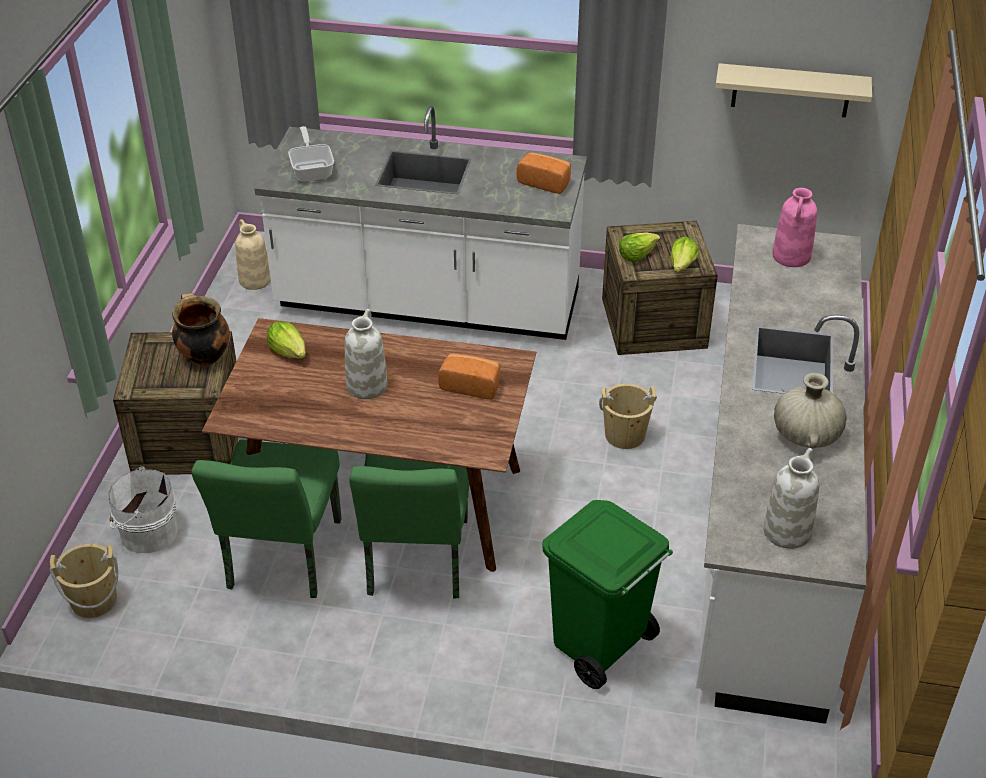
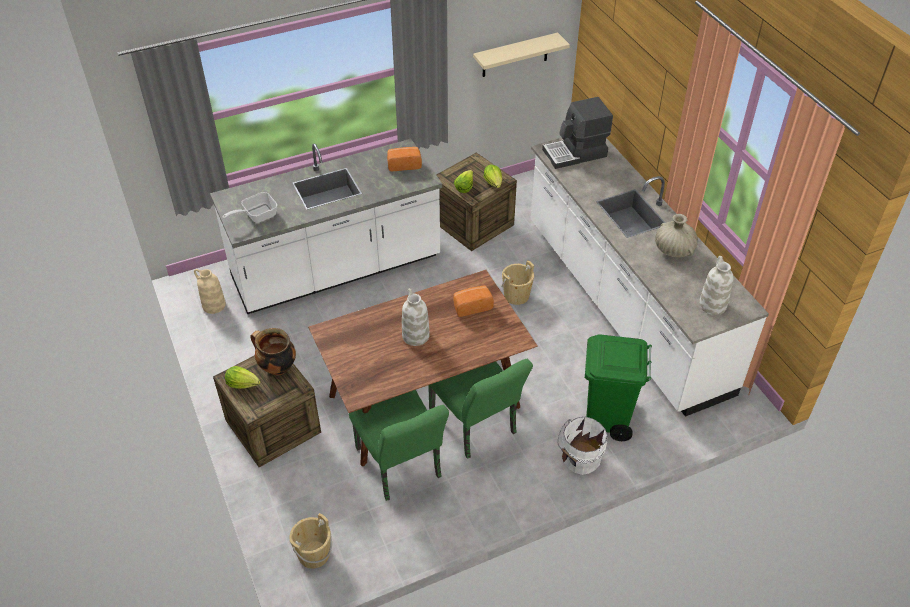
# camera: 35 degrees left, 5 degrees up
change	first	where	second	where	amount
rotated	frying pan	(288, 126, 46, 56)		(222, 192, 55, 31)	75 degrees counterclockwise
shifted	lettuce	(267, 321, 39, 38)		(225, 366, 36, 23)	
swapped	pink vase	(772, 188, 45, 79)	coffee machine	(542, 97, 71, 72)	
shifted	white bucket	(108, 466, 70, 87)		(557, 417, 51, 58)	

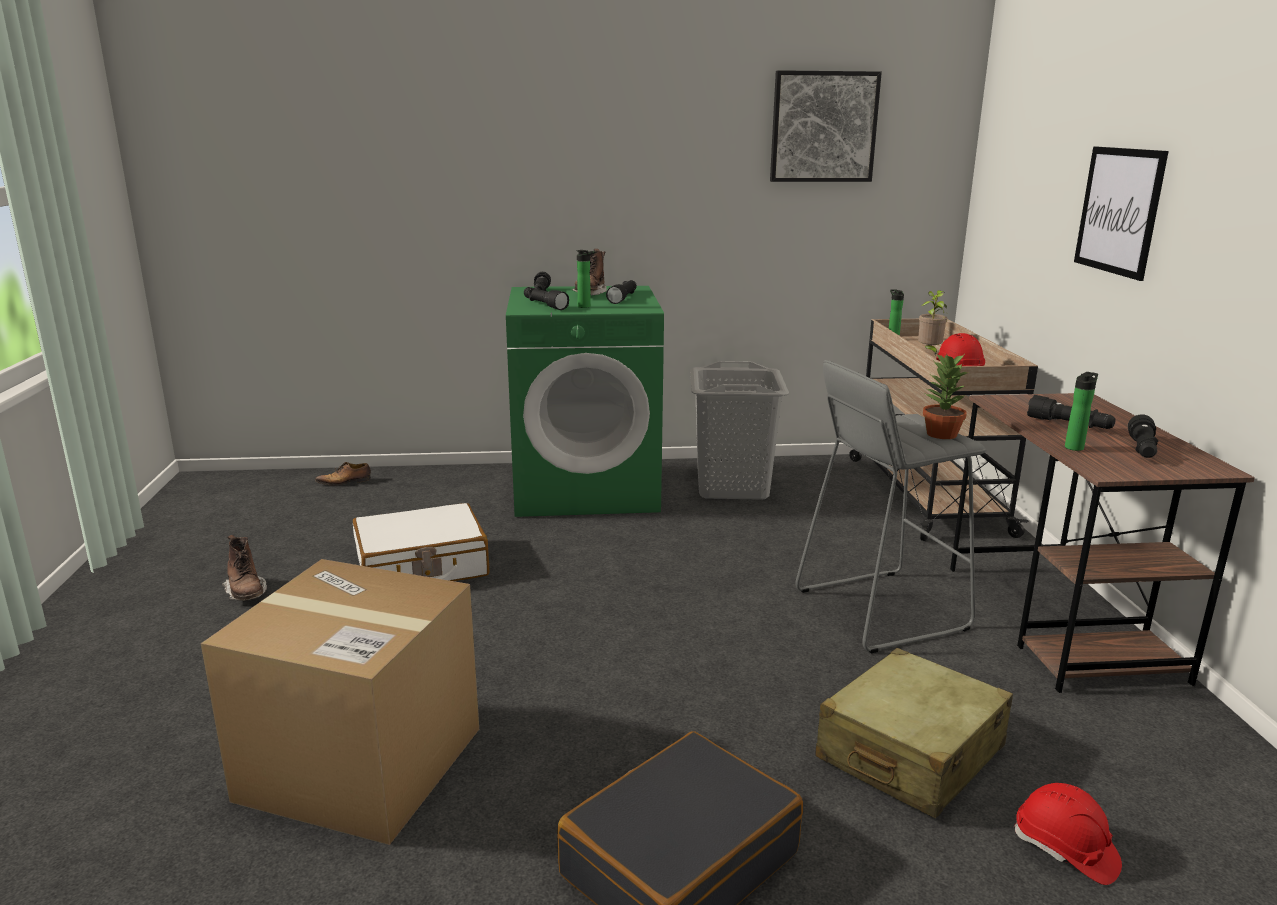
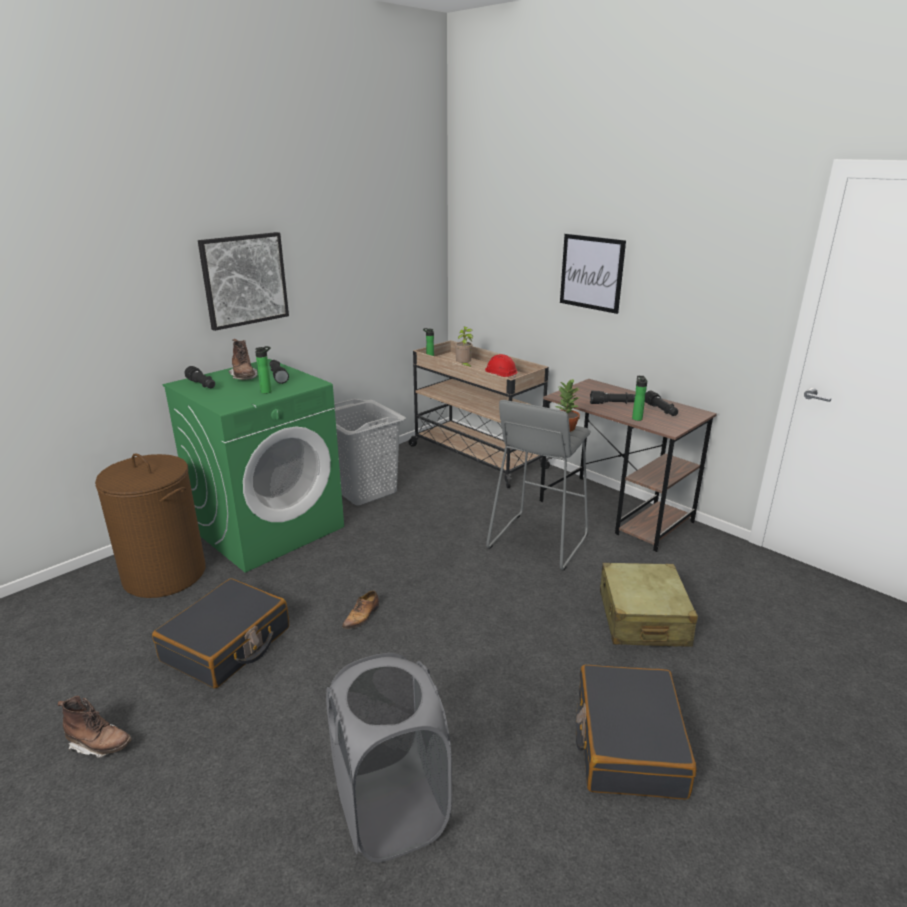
# camera: 40 degrees left, 5 degrees up
change	first	where	second	where	amount
new			brown laundry basket	(95, 453, 111, 145)	
repainted	white suitcase	(353, 503, 136, 78)	black suitcase	(152, 578, 137, 110)	
shifted	picture	(770, 70, 112, 112)		(198, 232, 91, 99)	
swapped	cardboard box	(201, 559, 278, 286)	grey laundry basket	(326, 653, 126, 210)	
shifted	shoe	(315, 462, 56, 24)		(342, 590, 37, 39)	
gone	black flashlight	(524, 287, 45, 23)			
gone	red hard hat	(1014, 783, 108, 102)			

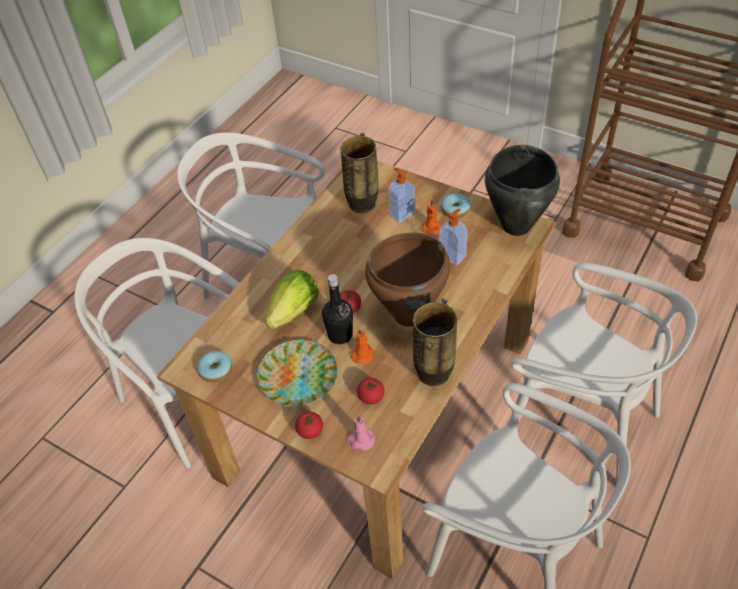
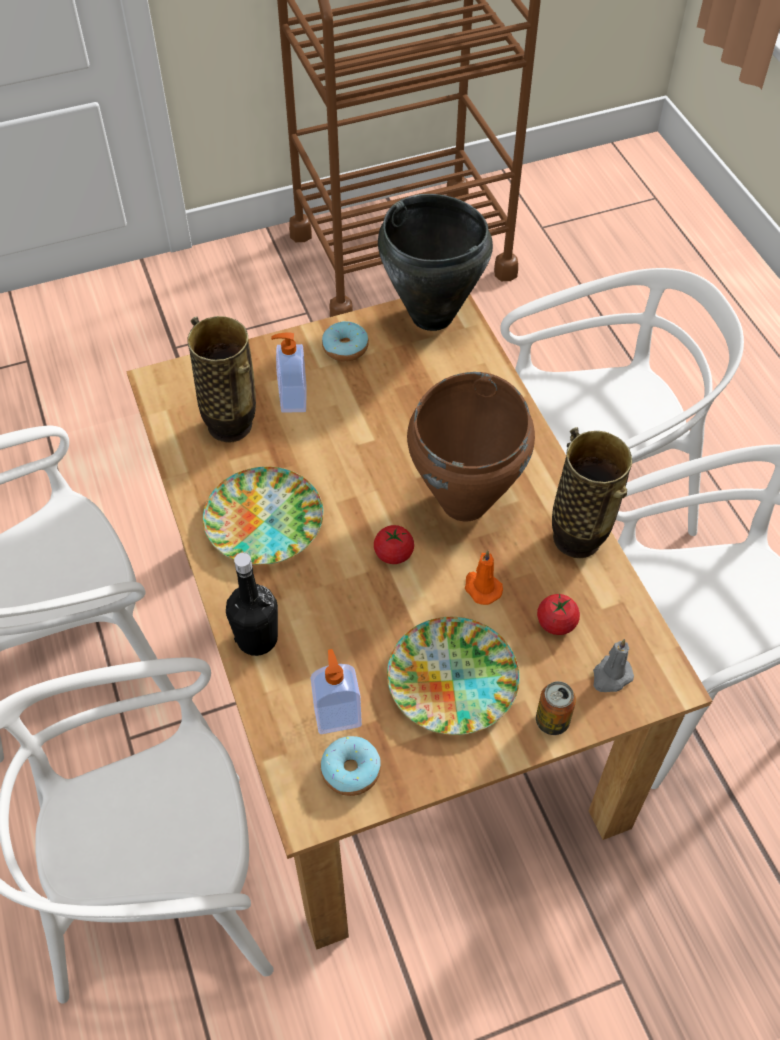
# camera: 55 degrees left, 5 degrees up
change	first	where	second	where	amount
new			plate	(203, 467, 121, 98)	
shifted	black bottle	(322, 274, 31, 70)		(226, 553, 52, 103)	
shifted	soap dispenser	(439, 209, 29, 56)		(311, 649, 51, 85)	
swapped	tomato	(295, 412, 28, 27)	can	(536, 681, 40, 54)	
repainted	pink candle	(346, 415, 29, 36)	grey candle	(593, 639, 41, 53)	
gone	lettuce	(265, 270, 54, 60)			
gone	orange candle	(422, 200, 19, 35)			

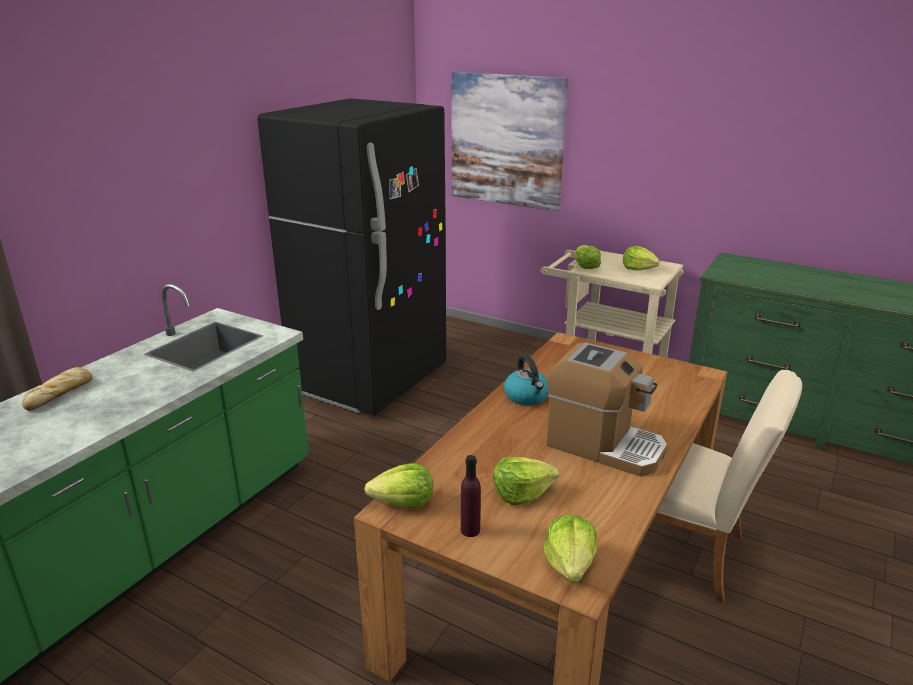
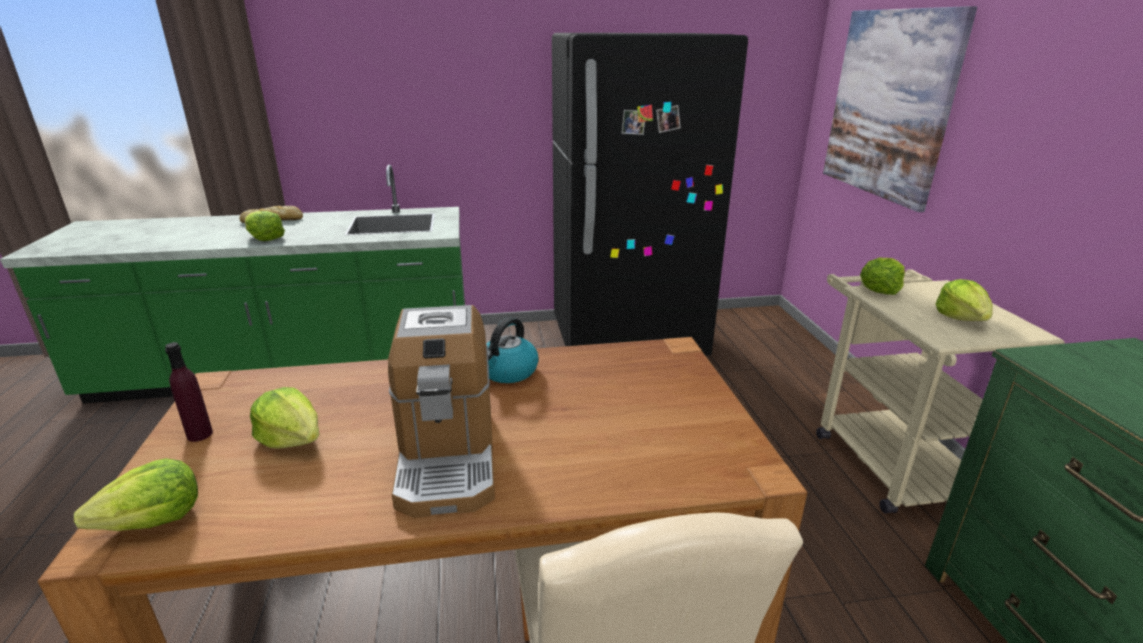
# camera: 50 degrees right, 0 degrees up
change	first	where	second	where	amount
shifted	lettuce	(364, 463, 69, 45)		(244, 211, 41, 30)	

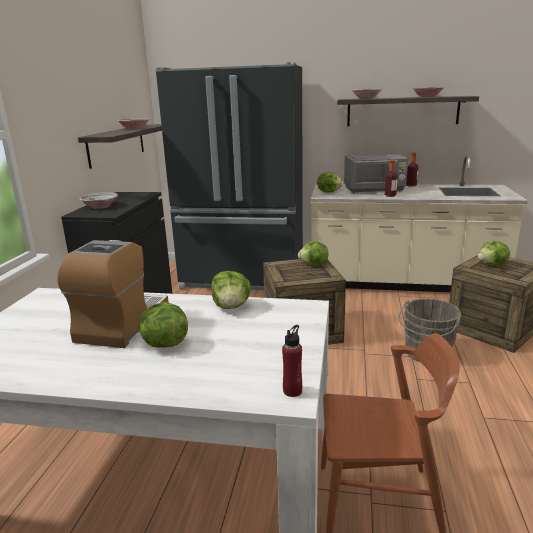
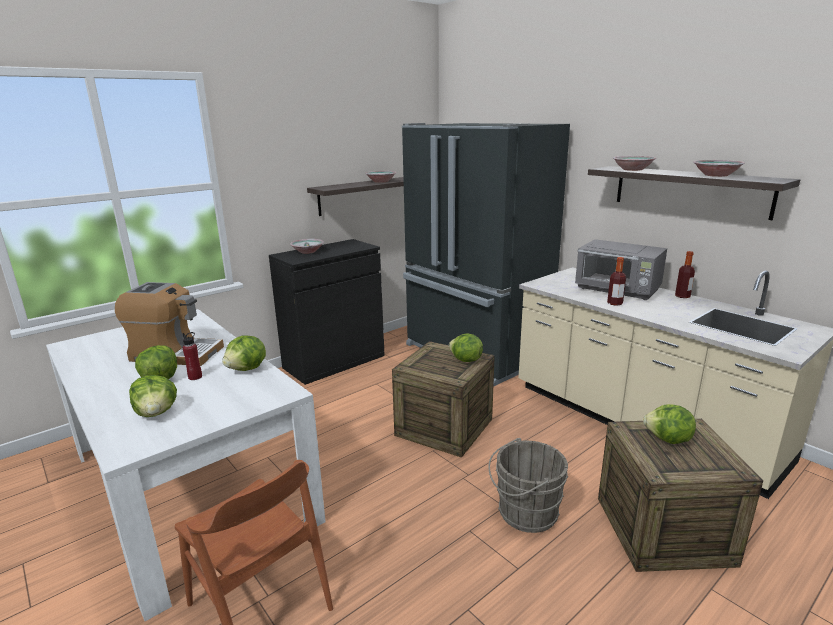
# camera: 40 degrees right, 0 degrees up
change	first	where	second	where	amount
rotated	coffee machine	(58, 240, 111, 108)		(115, 282, 109, 84)	45 degrees clockwise
shifted	lettuce	(317, 172, 26, 21)		(129, 375, 48, 42)	
shifted	red bottle	(282, 325, 20, 72)		(183, 332, 19, 48)	

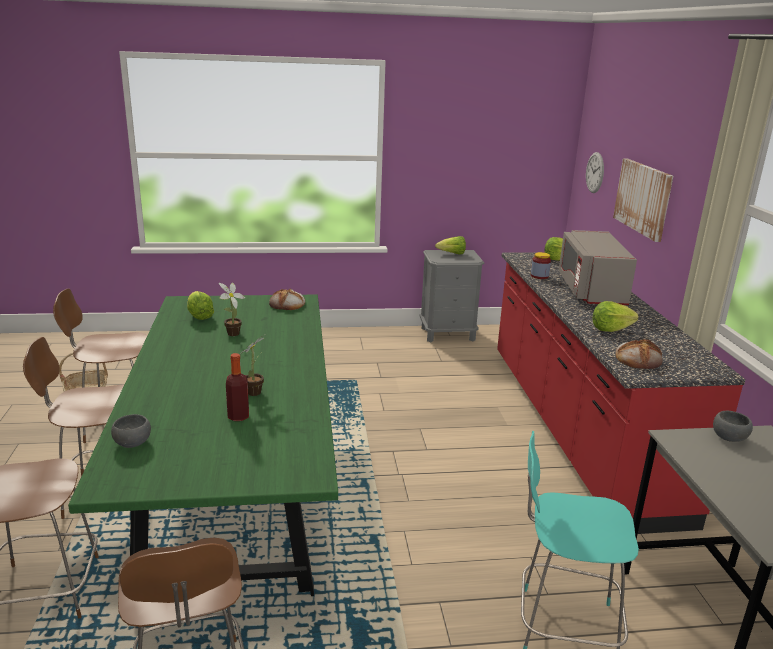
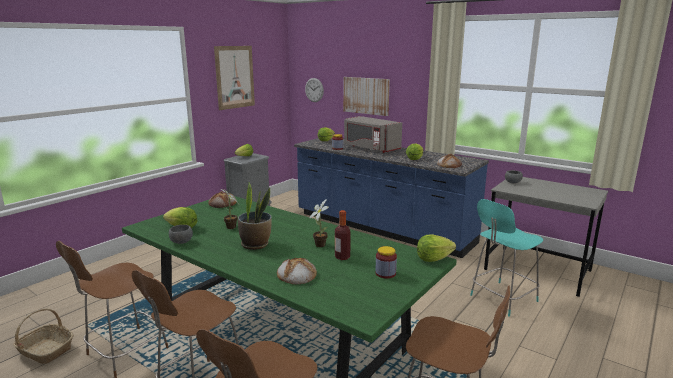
# camera: 45 degrees left, 5 degrees down
change	first	where	second	where	amount
shifted	grey bowl	(111, 414, 40, 34)		(169, 225, 24, 19)	
new			picture	(214, 46, 41, 64)	
new			potted plant	(238, 182, 34, 68)	
new			bread	(277, 257, 40, 27)	
repainted	red counter	(497, 252, 249, 282)	blue counter	(294, 138, 195, 120)	
new			jar	(375, 246, 22, 33)	
new			lettuce	(417, 234, 39, 28)	

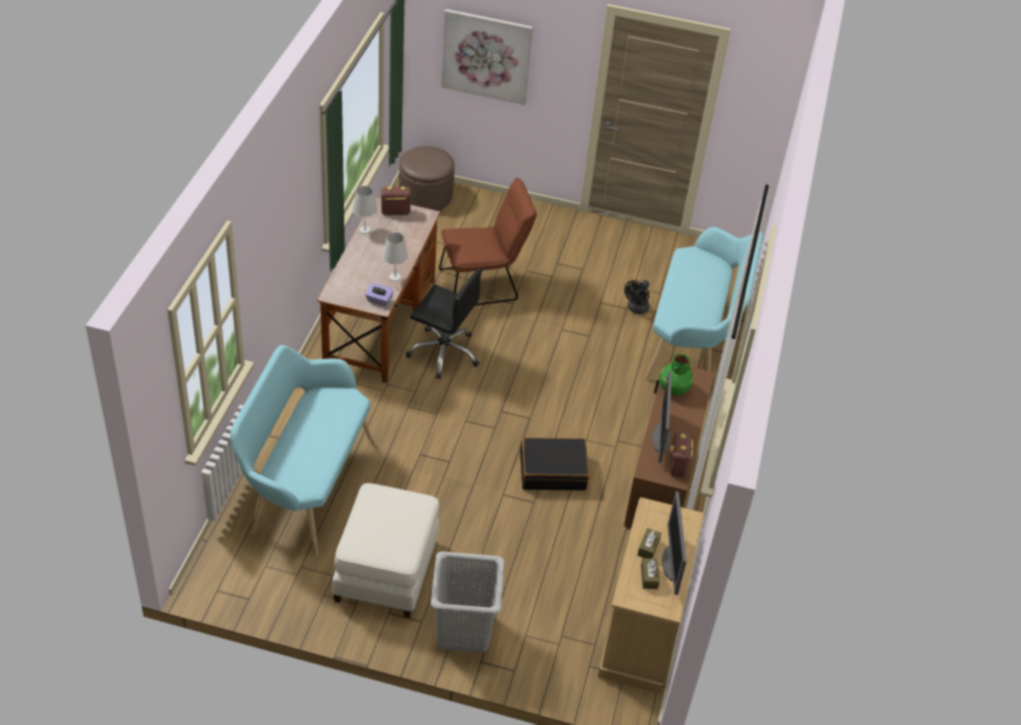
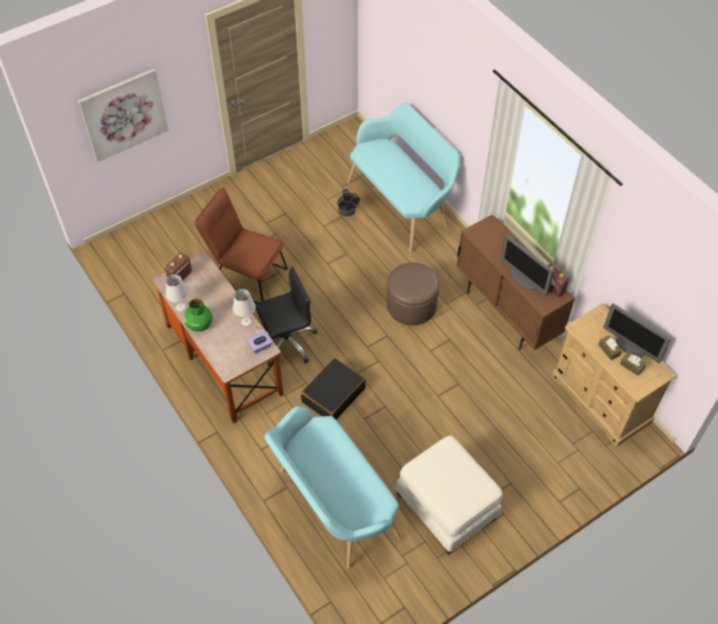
# camera: 45 degrees left, 10 degrees up
change	first	where	second	where	amount
shifted	green vase	(659, 354, 34, 42)		(184, 298, 28, 33)	
rotated	brown chair	(439, 178, 98, 128)		(194, 188, 93, 115)	90 degrees counterclockwise
shifted	black suitcase	(520, 438, 70, 52)		(301, 358, 65, 62)	
shifted	brown ottoman	(399, 146, 56, 65)		(387, 262, 52, 63)	
gone	grey laundry basket	(431, 551, 73, 102)			

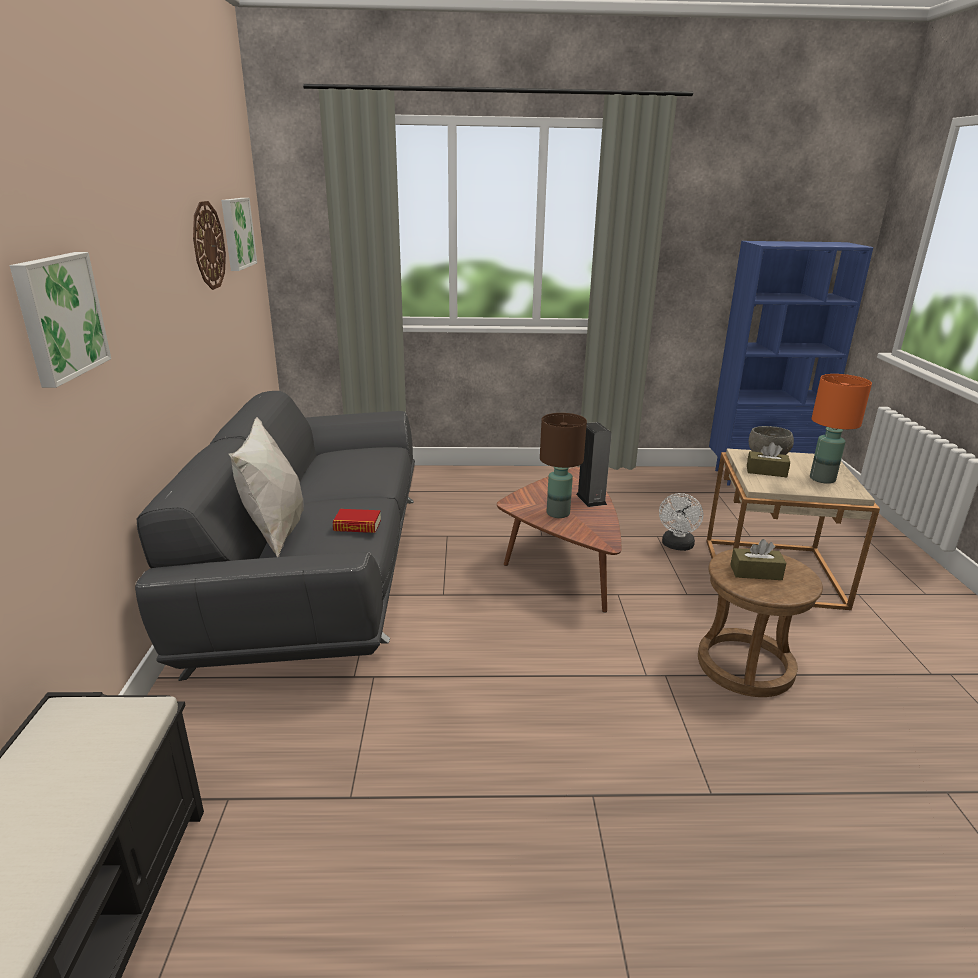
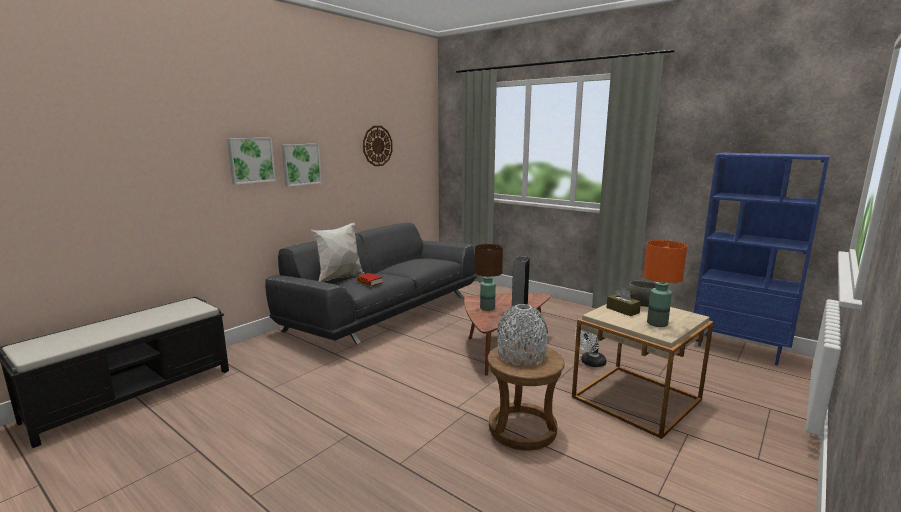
# camera: 40 degrees right, 10 degrees down
change	first	where	second	where	amount
shifted	picture	(221, 198, 36, 73)		(281, 144, 41, 43)	
swapped	brown tissue box	(730, 539, 57, 41)	grey vase	(497, 304, 51, 63)	

